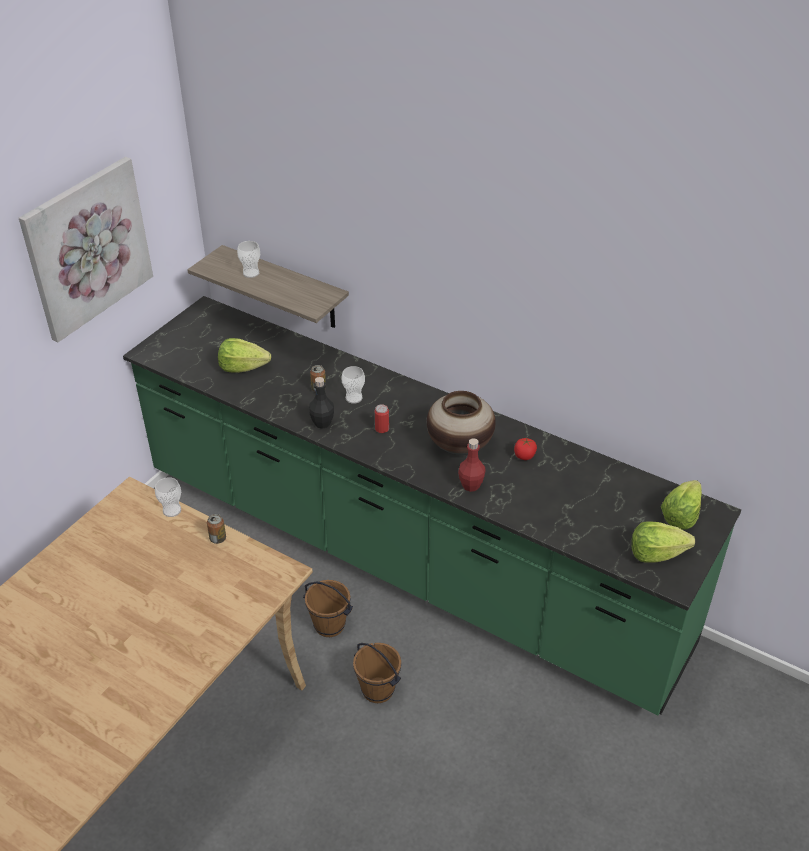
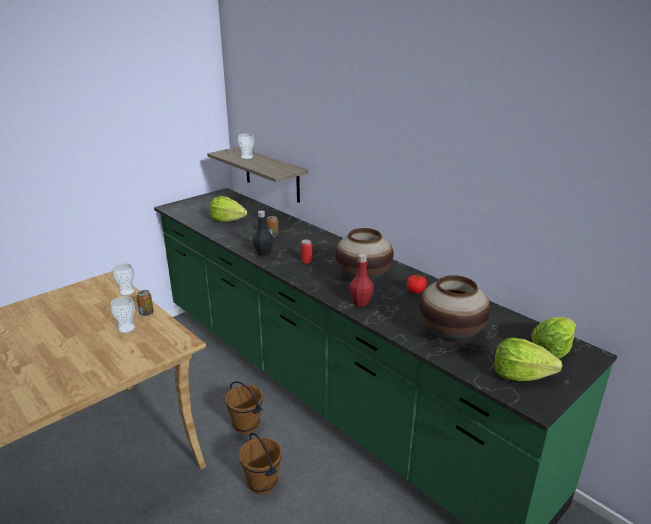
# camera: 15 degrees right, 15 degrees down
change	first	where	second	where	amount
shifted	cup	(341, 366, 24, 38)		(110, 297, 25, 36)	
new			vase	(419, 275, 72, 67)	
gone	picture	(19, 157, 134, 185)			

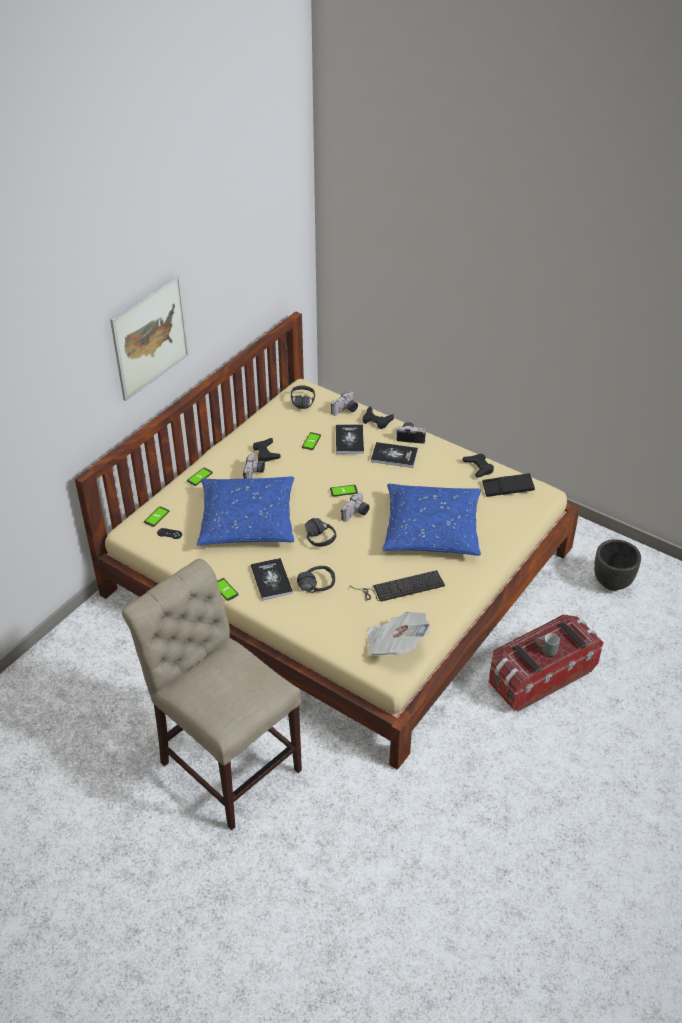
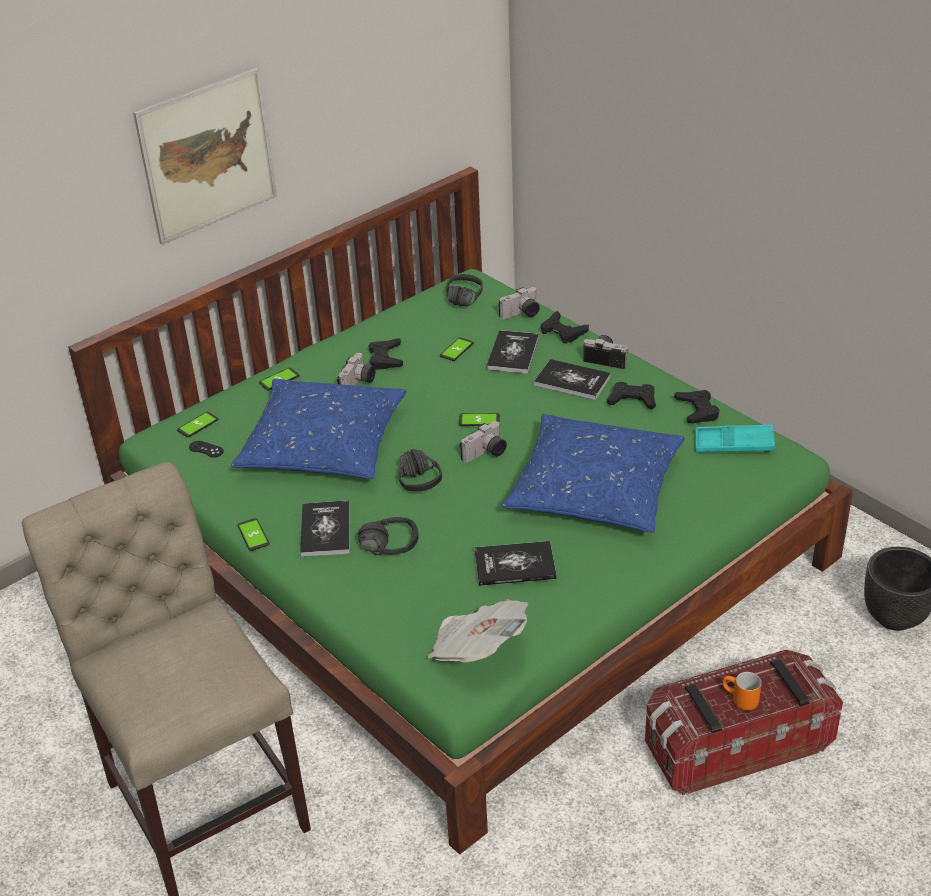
# camera: 15 degrees right, 5 degrees down
change	first	where	second	where	amount
repainted	beige bed	(75, 311, 505, 459)	green bed	(68, 167, 785, 688)	
swapped	keyboard	(350, 570, 95, 32)	book	(474, 541, 83, 45)	
new			black game controller	(607, 382, 49, 27)	
repainted	black tray	(482, 473, 53, 24)	turquoise tray	(695, 425, 80, 27)	
repainted	grey mug	(535, 633, 25, 23)	orange mug	(722, 672, 39, 39)	

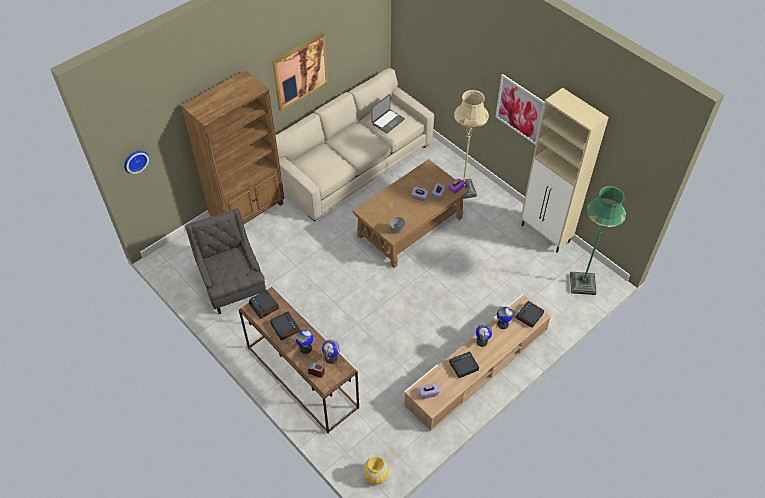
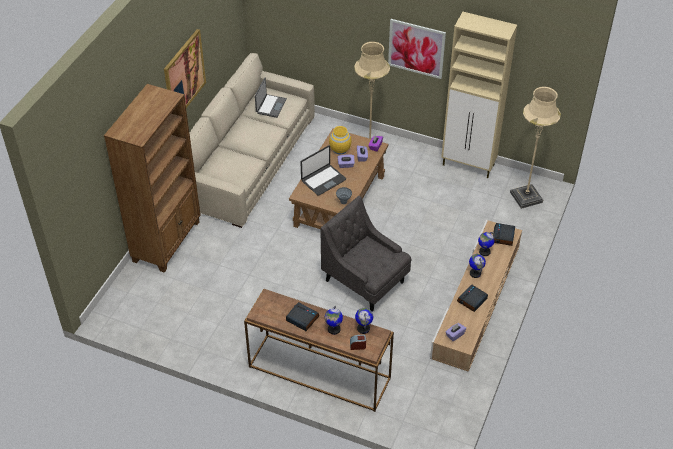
# camera: 25 degrees left, 5 degrees down
change	first	where	second	where	amount
new			laptop	(300, 146, 46, 50)	
shifted	grey armchair	(185, 208, 81, 106)		(320, 196, 92, 116)	
shifted	yellow vase	(363, 456, 26, 29)		(329, 126, 23, 29)	
repainted	green floor lamp	(570, 186, 56, 109)	beige floor lamp	(510, 86, 51, 123)	
gone	wall clock	(124, 150, 25, 24)			
gone	alarm clock	(249, 290, 30, 29)			

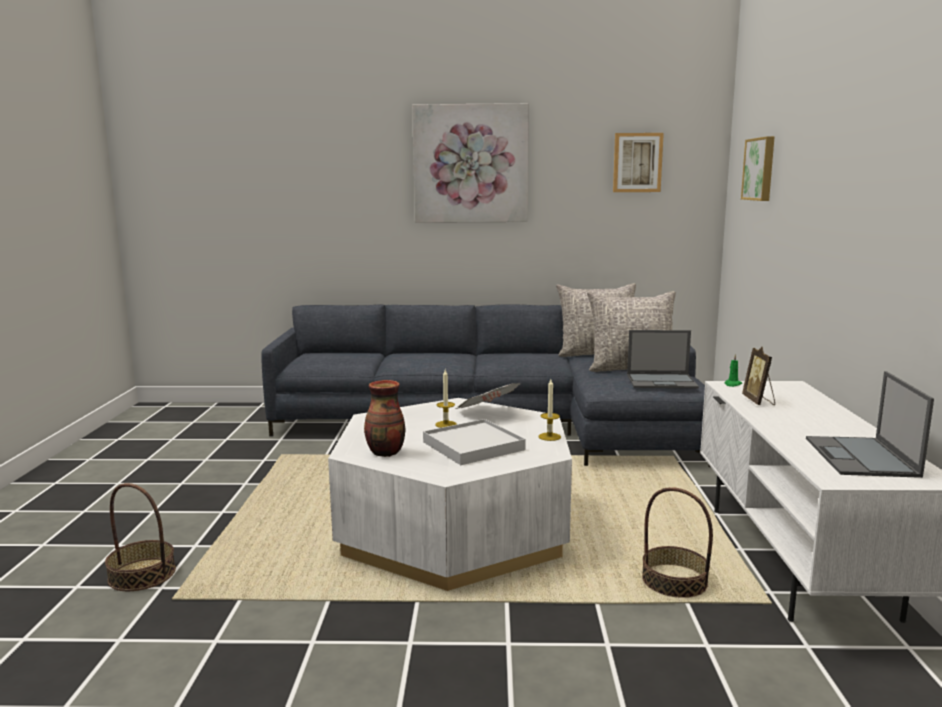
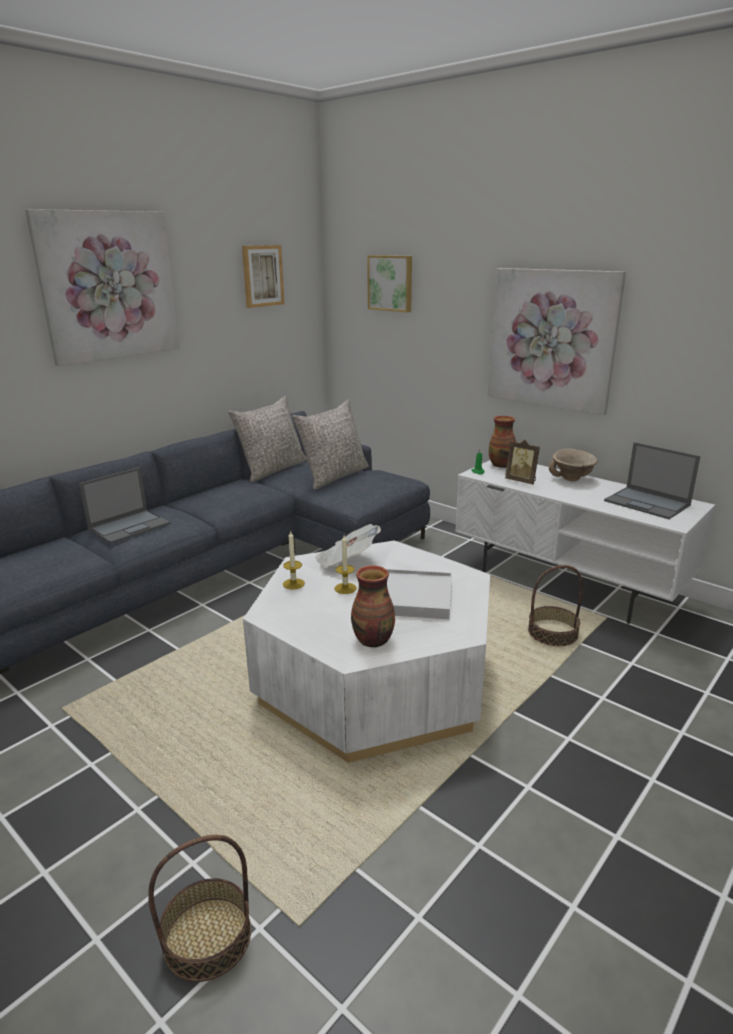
# camera: 50 degrees left, 10 degrees up
change	first	where	second	where	amount
shifted	laptop	(627, 330, 72, 58)		(79, 467, 91, 77)	
shifted	candle	(538, 379, 23, 62)		(283, 530, 22, 60)	
new			picture	(488, 268, 138, 147)	
new			vase	(489, 416, 27, 52)	
new			beige bowl	(549, 448, 49, 33)	

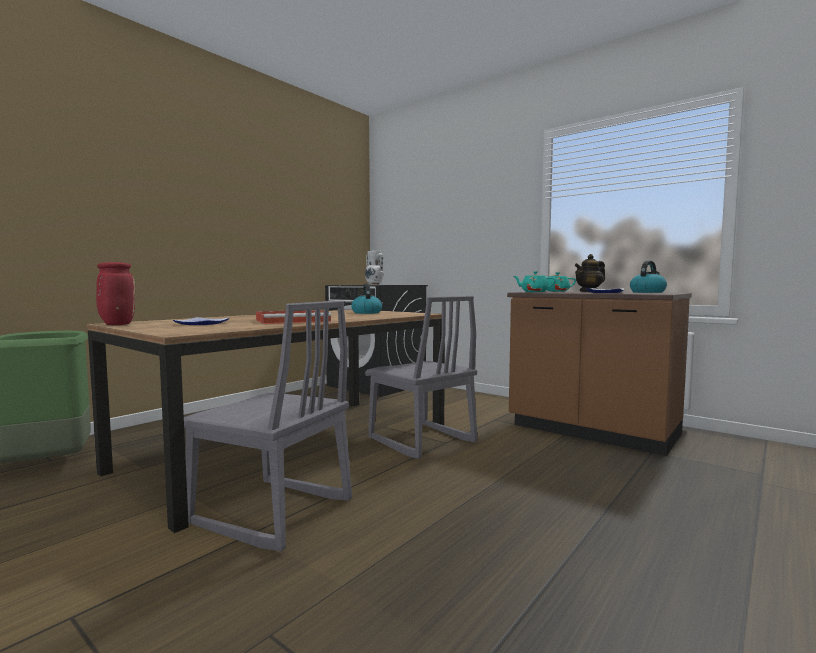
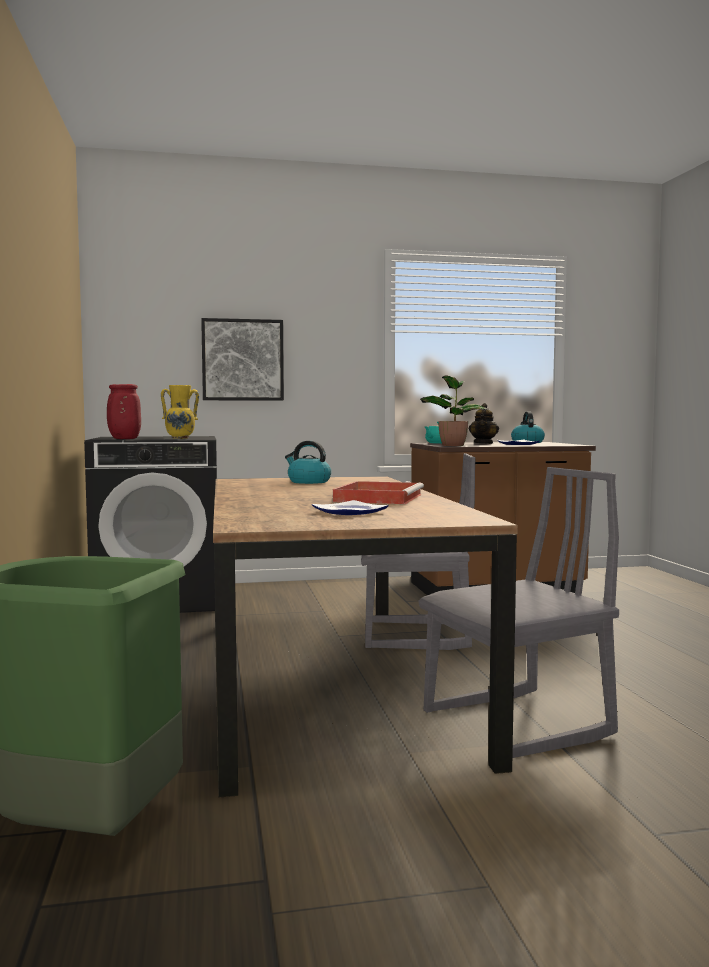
# camera: 50 degrees left, 0 degrees up
change	first	where	second	where	amount
shifted	red vase	(96, 262, 39, 63)		(107, 384, 34, 55)	
repainted	white vase	(365, 251, 19, 34)	yellow vase	(161, 385, 38, 54)	
new			picture	(201, 318, 83, 83)	
swapped	turquoise teapot	(514, 271, 42, 21)	potted plant	(420, 376, 67, 70)	

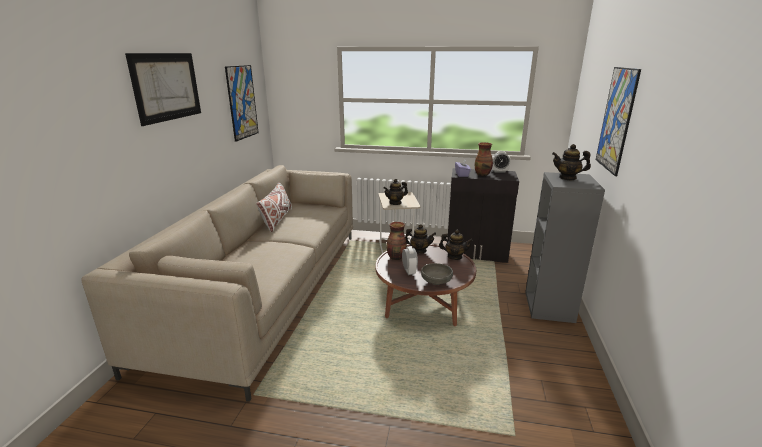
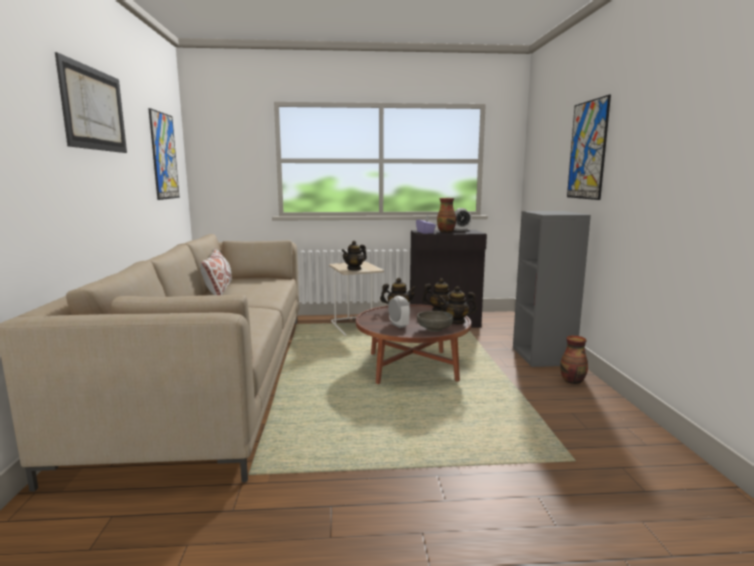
# camera: 15 degrees left, 10 degrees down
change	first	where	second	where	amount
shifted	teapot	(552, 144, 39, 36)		(437, 286, 40, 38)	
shifted	vase	(386, 222, 21, 38)		(560, 336, 28, 48)	

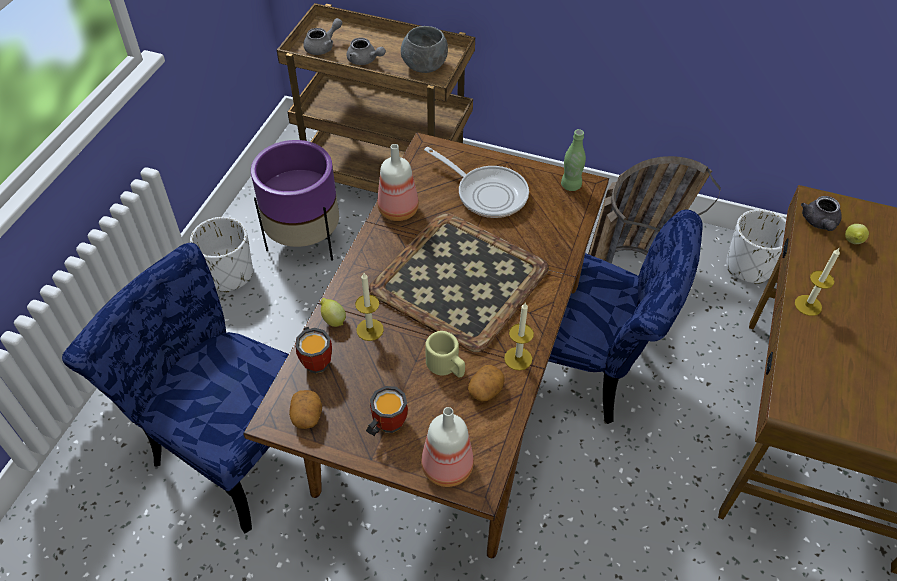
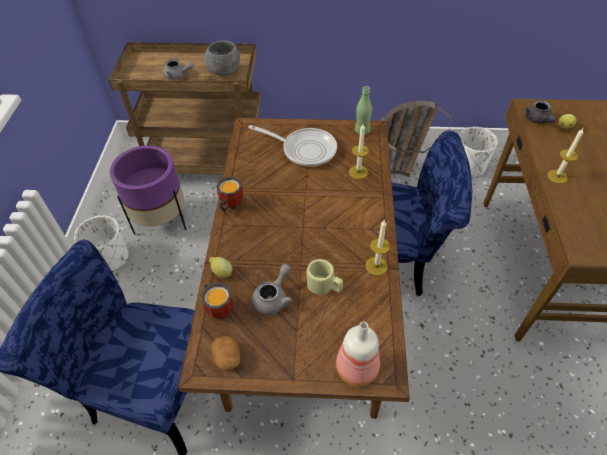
# camera: 15 degrees left, 0 degrees up
change	first	where	second	where	amount
shifted	mug	(366, 386, 42, 51)		(217, 176, 26, 36)	
shifted	grey teapot	(303, 18, 39, 37)		(252, 264, 40, 51)	
shifted	candle	(355, 273, 29, 68)		(349, 124, 20, 55)	
gone	tray	(369, 212, 180, 140)			
gone	bottle	(377, 144, 42, 77)			
gone	potato	(468, 365, 37, 37)			

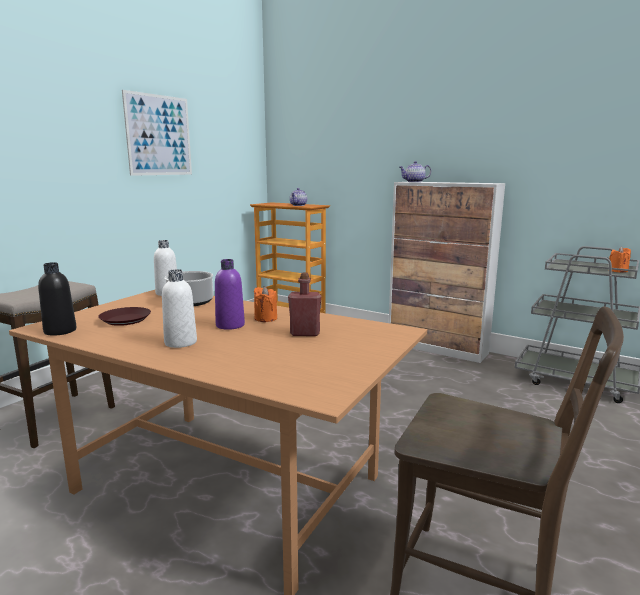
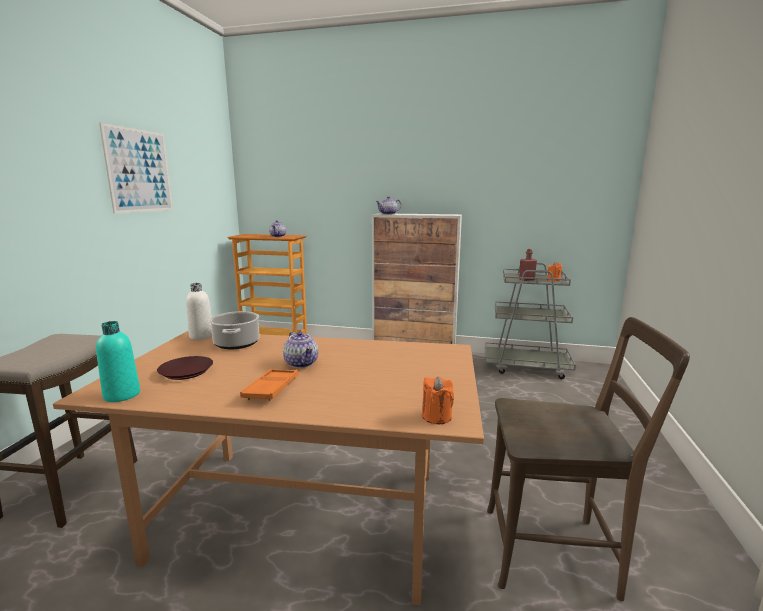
# camera: 20 degrees left, 0 degrees up
change	first	where	second	where	amount
repainted	black bottle	(38, 262, 39, 74)	turquoise bottle	(96, 321, 44, 81)	
swapped	white bottle	(162, 269, 35, 79)	orange tray	(240, 369, 59, 32)	
swapped	purple bottle	(215, 259, 30, 71)	teapot	(283, 331, 35, 37)	
shifted	orange candle	(253, 286, 24, 36)		(422, 376, 32, 48)	
shifted	red bottle	(288, 273, 34, 63)		(519, 249, 18, 32)	

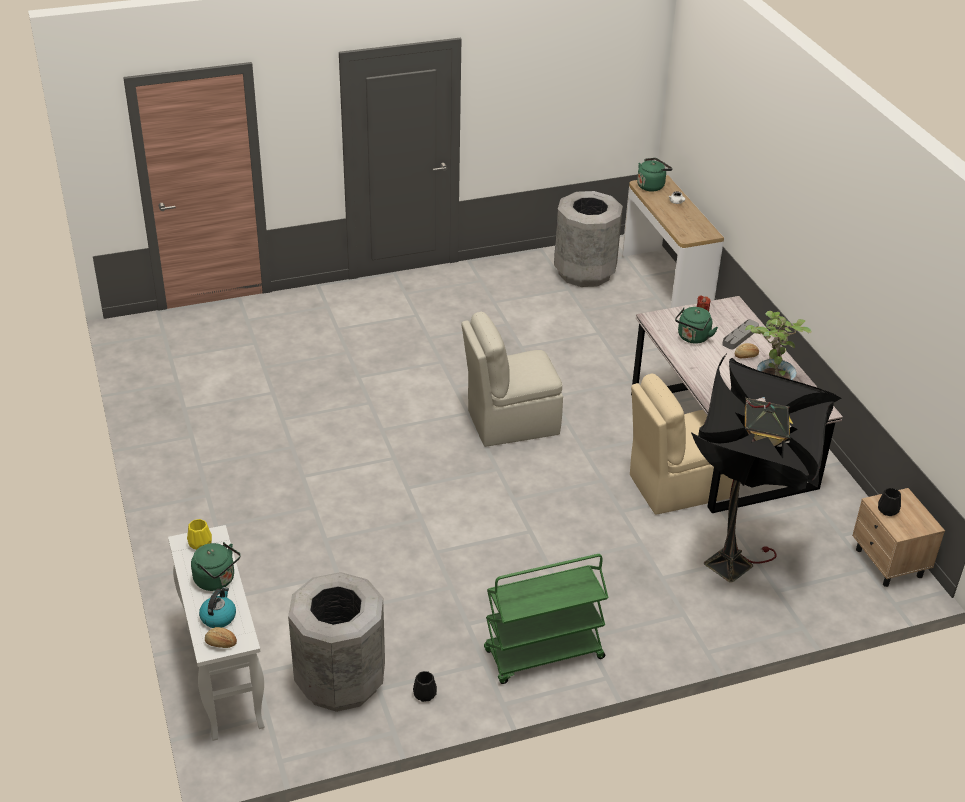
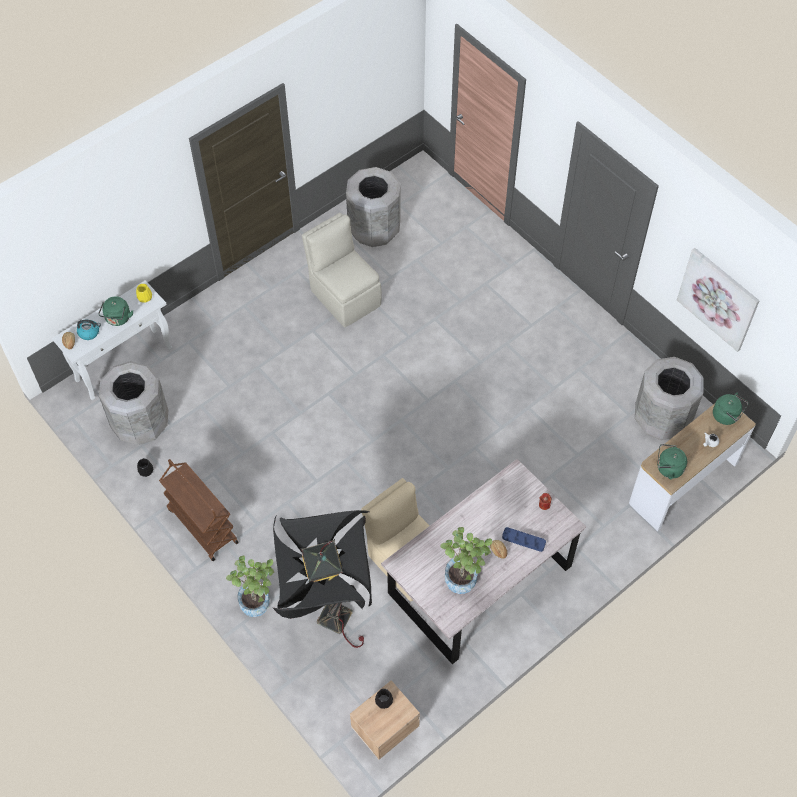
# camera: 70 degrees right, 20 degrees up
change	first	where	second	where	amount
repainted	green cart	(484, 554, 125, 130)	brown cart	(159, 459, 80, 102)	
new			potted plant	(226, 556, 48, 61)	
shifted	beige chair	(461, 312, 102, 135)		(302, 213, 80, 114)	
new			grey trash can	(346, 167, 55, 80)	
repainted	grey tray	(722, 319, 37, 30)	blue tray	(502, 527, 44, 25)	
shifted	green kettle	(675, 307, 43, 37)		(657, 444, 30, 35)	
new			picture	(677, 248, 83, 104)	

